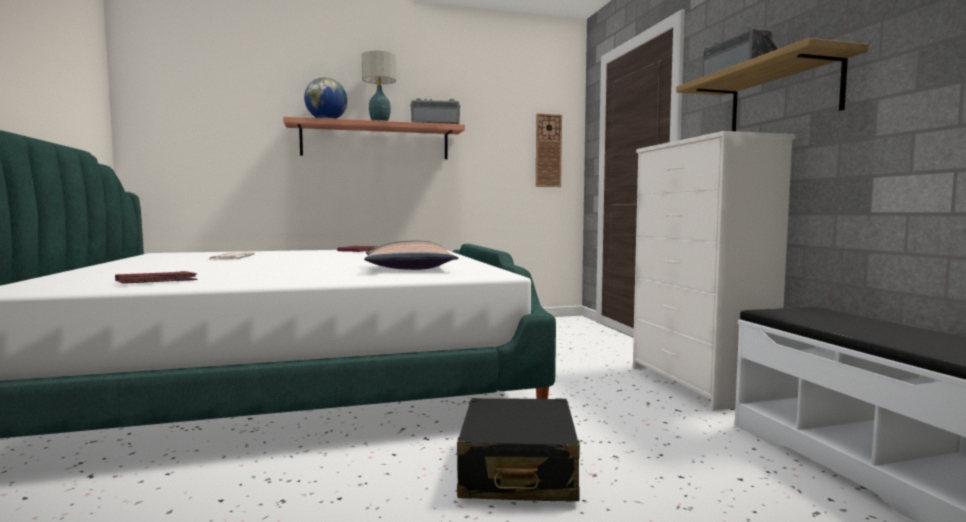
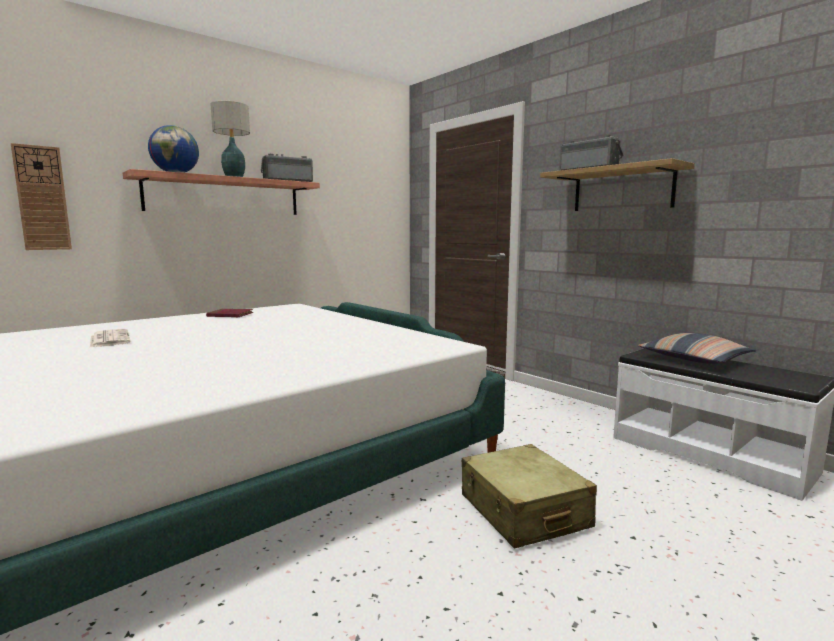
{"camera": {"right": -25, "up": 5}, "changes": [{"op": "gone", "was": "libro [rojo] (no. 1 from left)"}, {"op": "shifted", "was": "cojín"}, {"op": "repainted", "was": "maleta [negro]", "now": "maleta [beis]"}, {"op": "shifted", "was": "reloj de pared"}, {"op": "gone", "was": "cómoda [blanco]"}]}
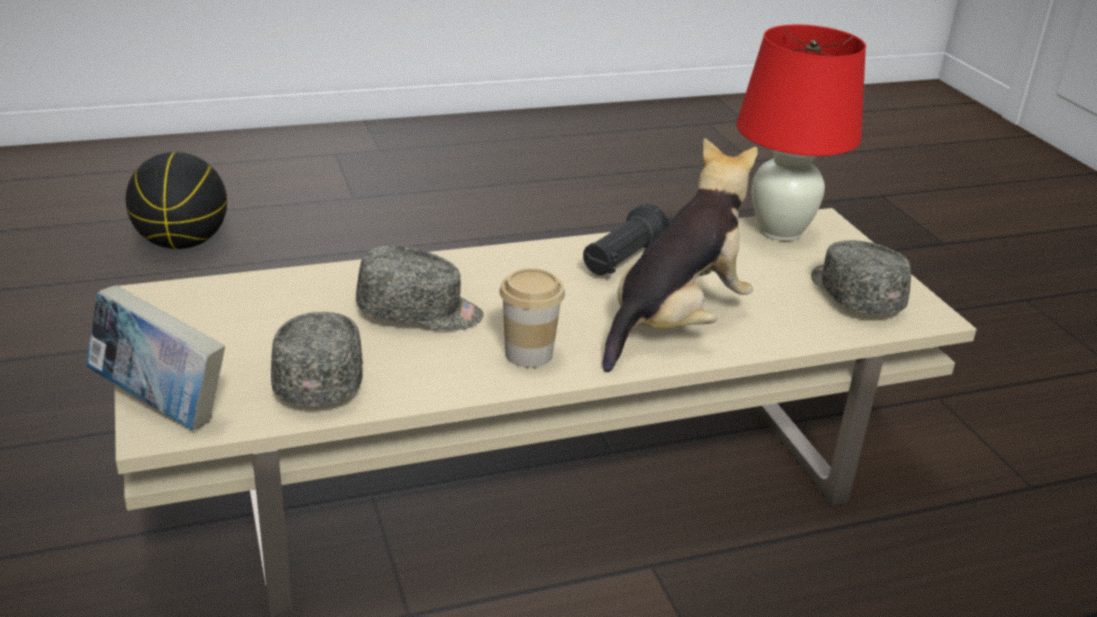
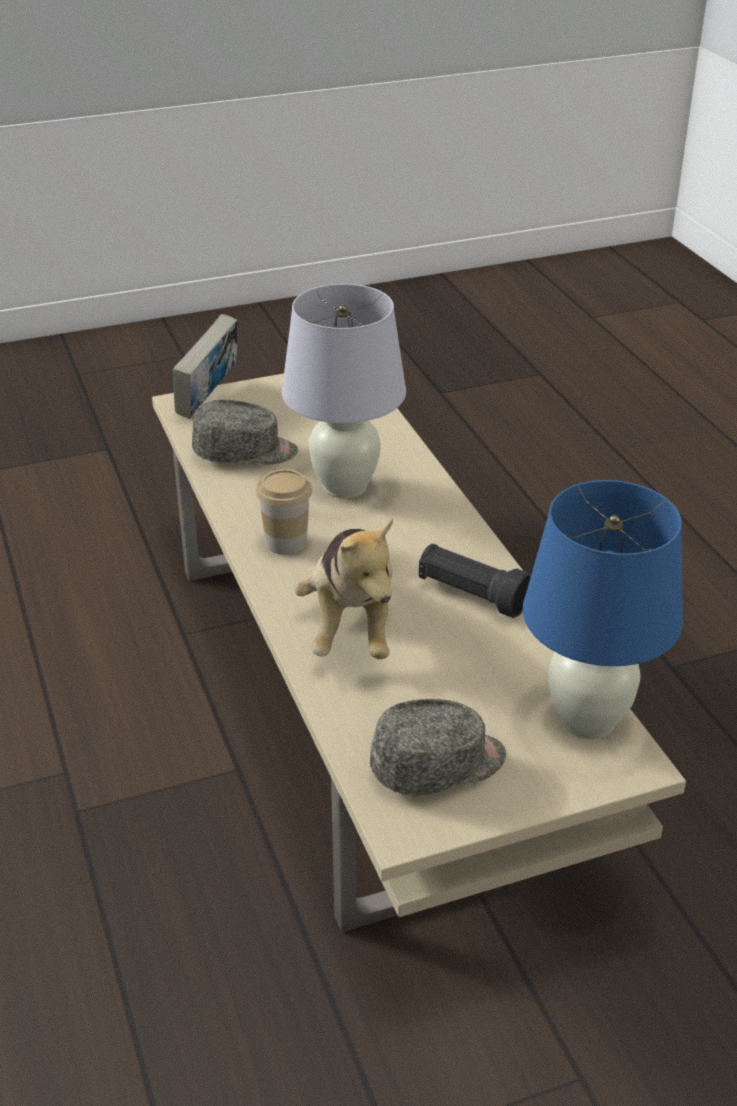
{"camera": {"right": 90, "up": 5}, "changes": [{"op": "gone", "was": "balón de baloncesto"}, {"op": "swapped", "was": "gorra [gris] (no. 2 from left)", "now": "lámpara de mesa [blanco]"}, {"op": "rotated", "was": "peluche", "clockwise": 45}, {"op": "repainted", "was": "lámpara de mesa [rojo]", "now": "lámpara de mesa [azul]"}]}
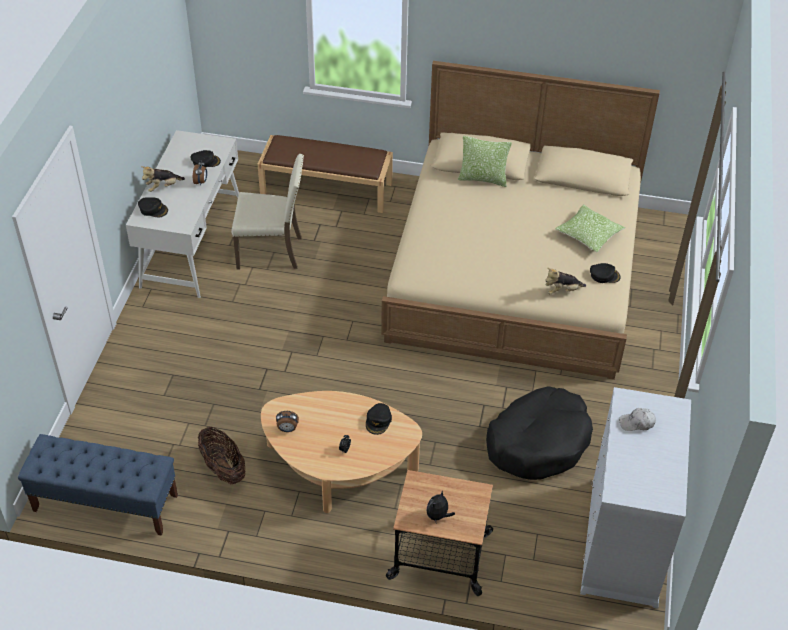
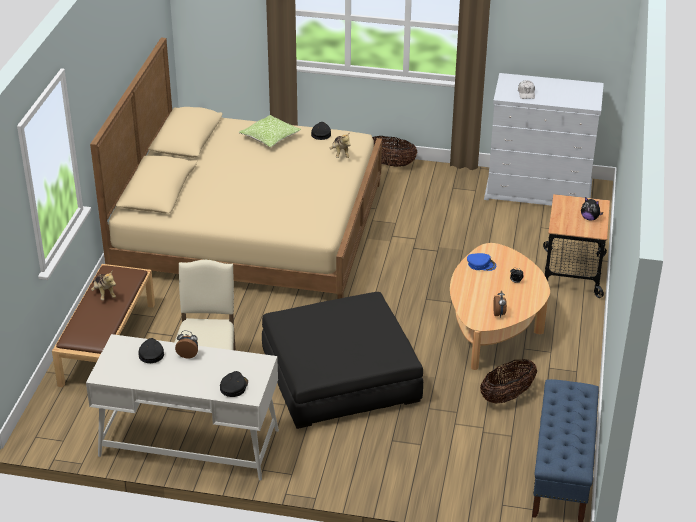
{"camera": {"right": -90, "up": -10}, "changes": [{"op": "shifted", "was": "peluche (no. 1 from left)"}, {"op": "repainted", "was": "gorra [negro] (no. 3 from left)", "now": "gorra [azul]"}, {"op": "gone", "was": "cojín (no. 1 from left)"}, {"op": "gone", "was": "cama para perro [negro]"}, {"op": "new", "now": "puf [negro]"}, {"op": "new", "now": "cesta (no. 1 from left)"}]}
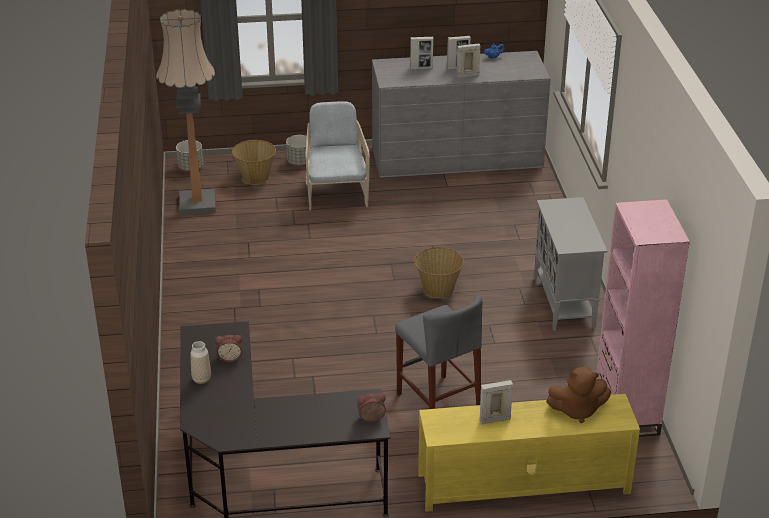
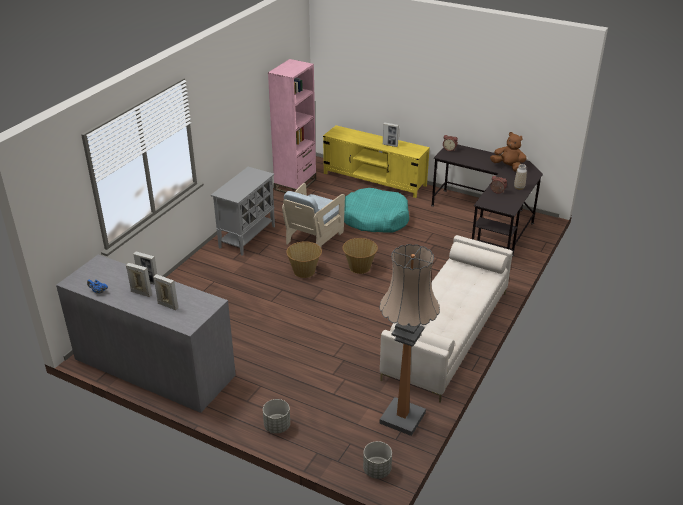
{"camera": {"right": -145, "up": 0}, "changes": [{"op": "shifted", "was": "cesta (no. 1 from left in the first image)", "now": "cesta (no. 2 from left)"}, {"op": "shifted", "was": "sillón [beis]"}, {"op": "swapped", "was": "taburete [gris]", "now": "cama para perro [turquesa]"}, {"op": "shifted", "was": "peluche [marrón]"}, {"op": "new", "now": "sofá [beis]"}]}
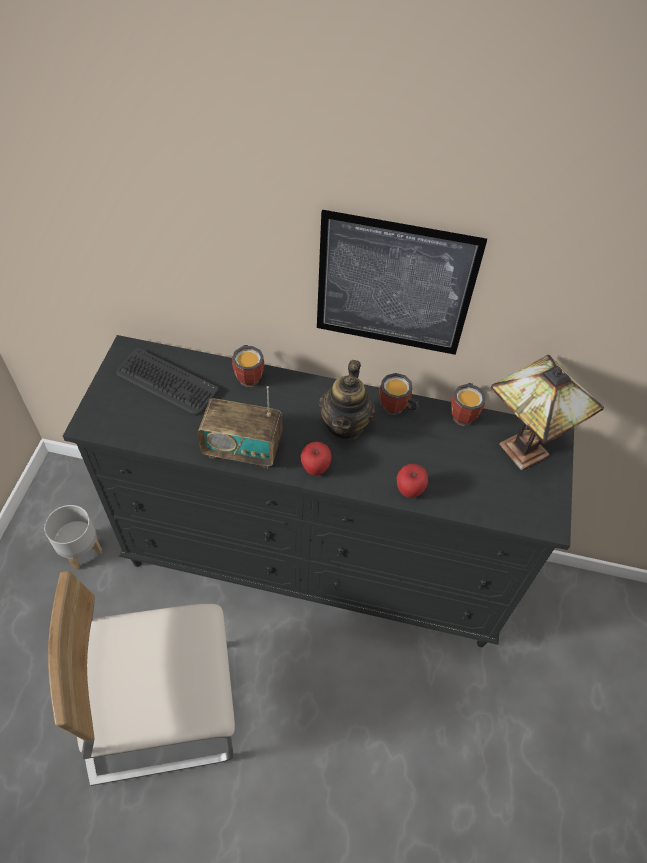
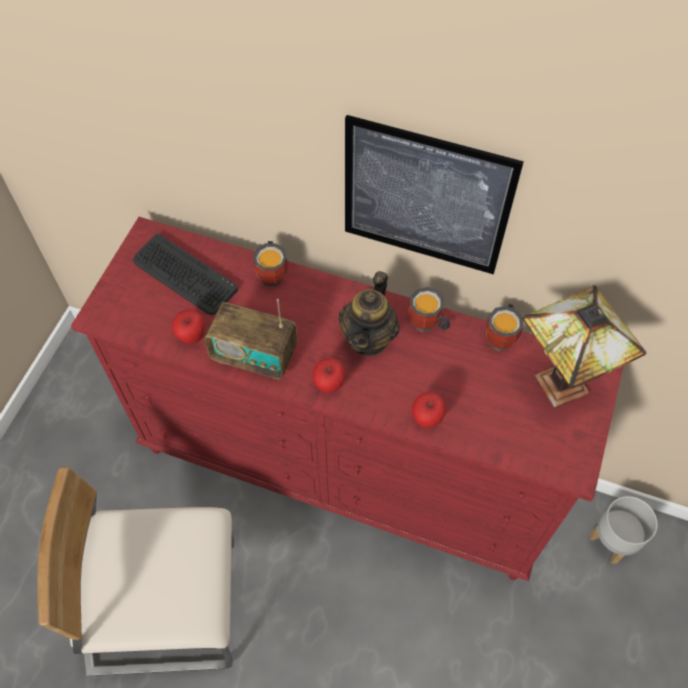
{"camera": {"right": 10, "up": 5}, "changes": [{"op": "shifted", "was": "maceta [gris]"}, {"op": "repainted", "was": "cómoda [negro]", "now": "cómoda [rojo]"}, {"op": "new", "now": "manzana (no. 1 from left)"}]}
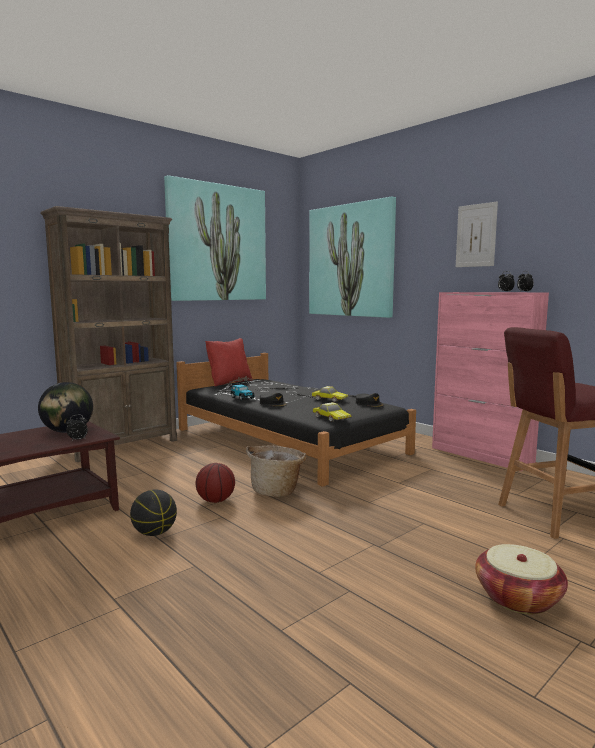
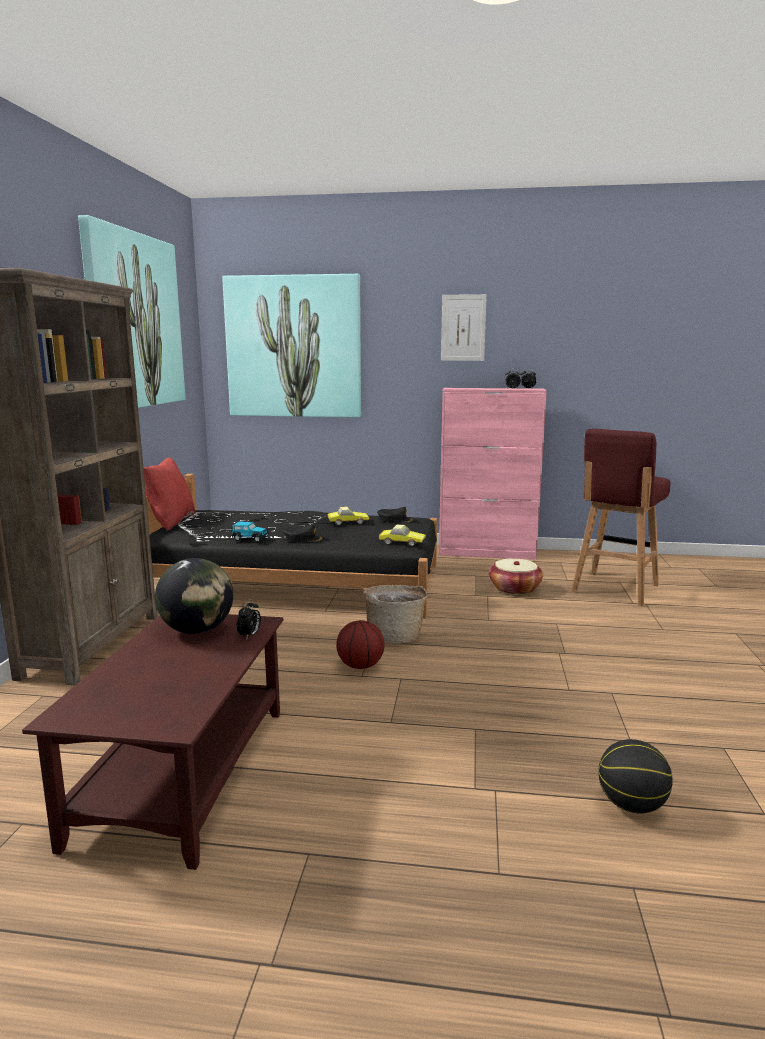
{"camera": {"right": -40, "up": 5}, "changes": [{"op": "shifted", "was": "balón de baloncesto (no. 1 from left in the first image)", "now": "balón de baloncesto (no. 2 from left)"}, {"op": "shifted", "was": "cesta (no. 2 from left)"}]}
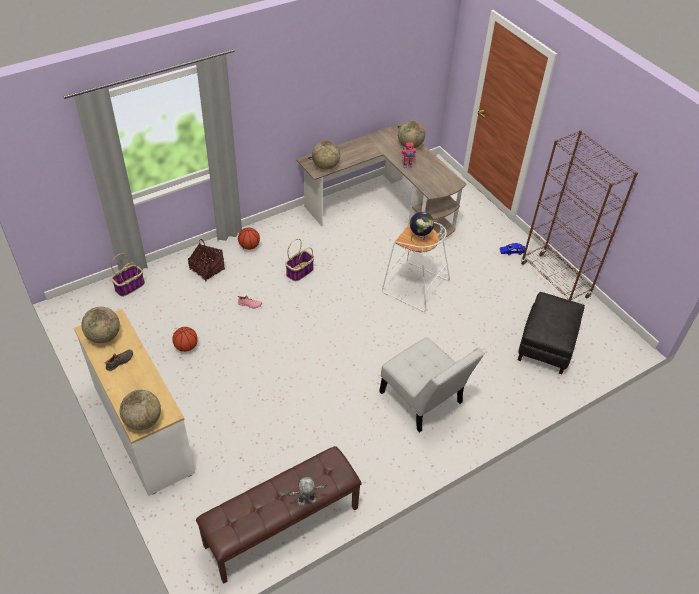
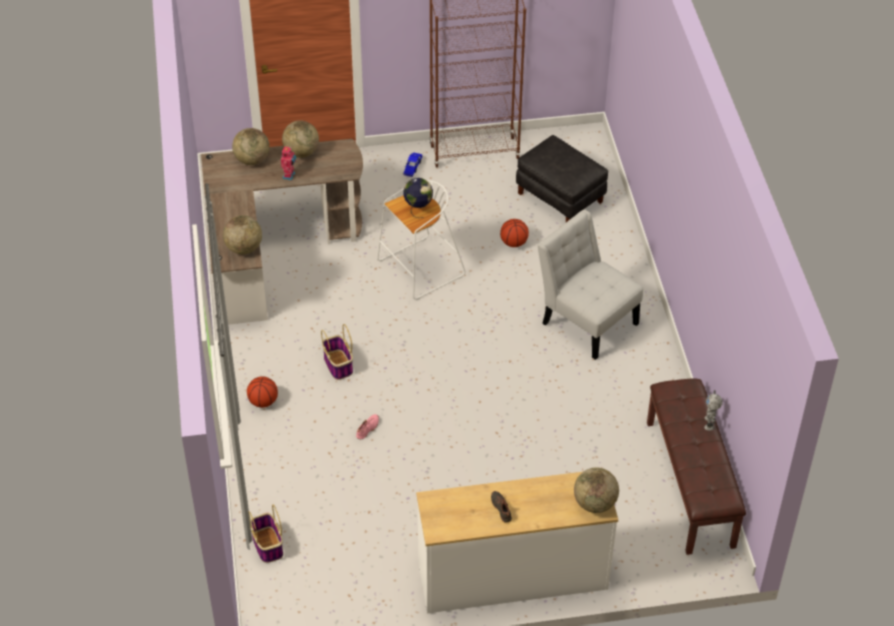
{"camera": {"right": -65, "up": 0}, "changes": [{"op": "shifted", "was": "globo terráqueo (no. 1 from left in the first image)", "now": "globo terráqueo (no. 3 from left)"}, {"op": "shifted", "was": "balón de baloncesto (no. 1 from left in the first image)", "now": "balón de baloncesto (no. 2 from left)"}, {"op": "gone", "was": "cesta (no. 2 from left)"}, {"op": "rotated", "was": "silla [blanco]", "clockwise": -120}]}
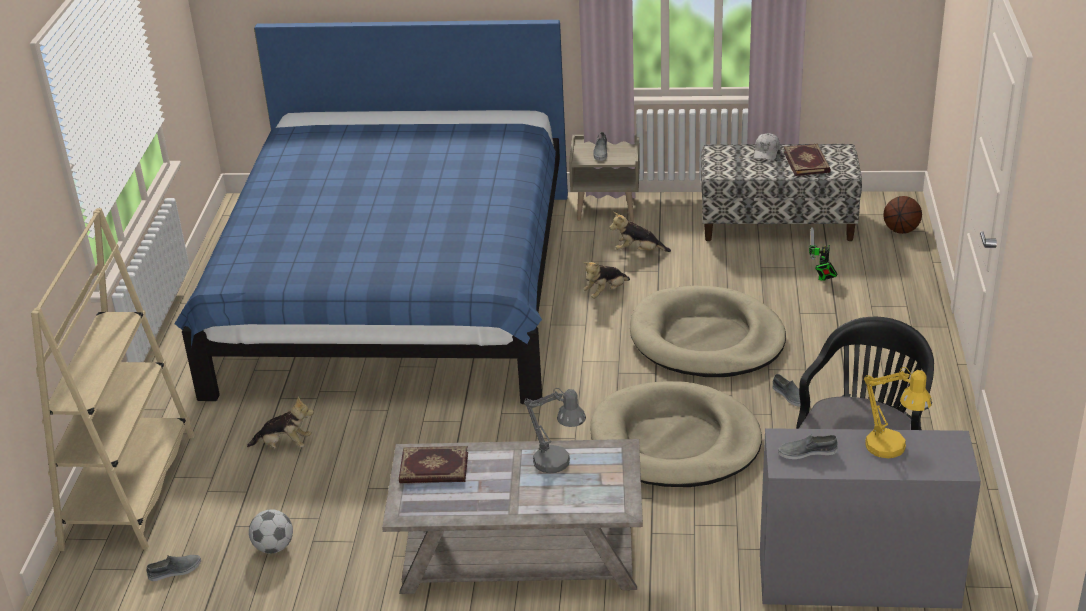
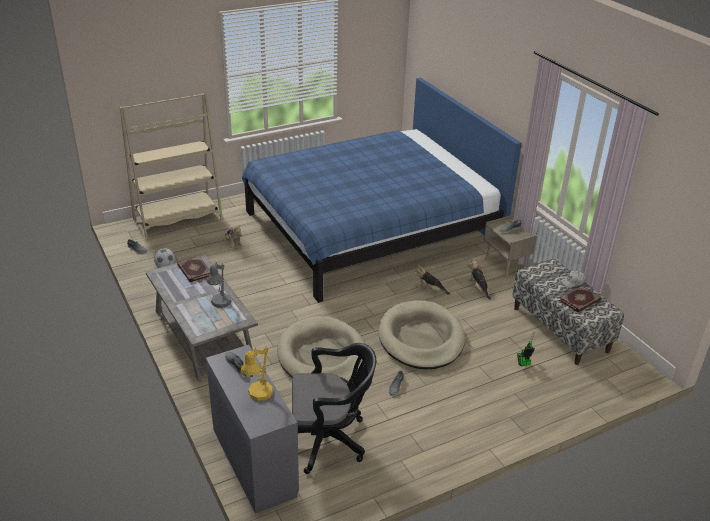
{"camera": {"right": 55, "up": 0}, "changes": [{"op": "gone", "was": "balón de baloncesto"}]}
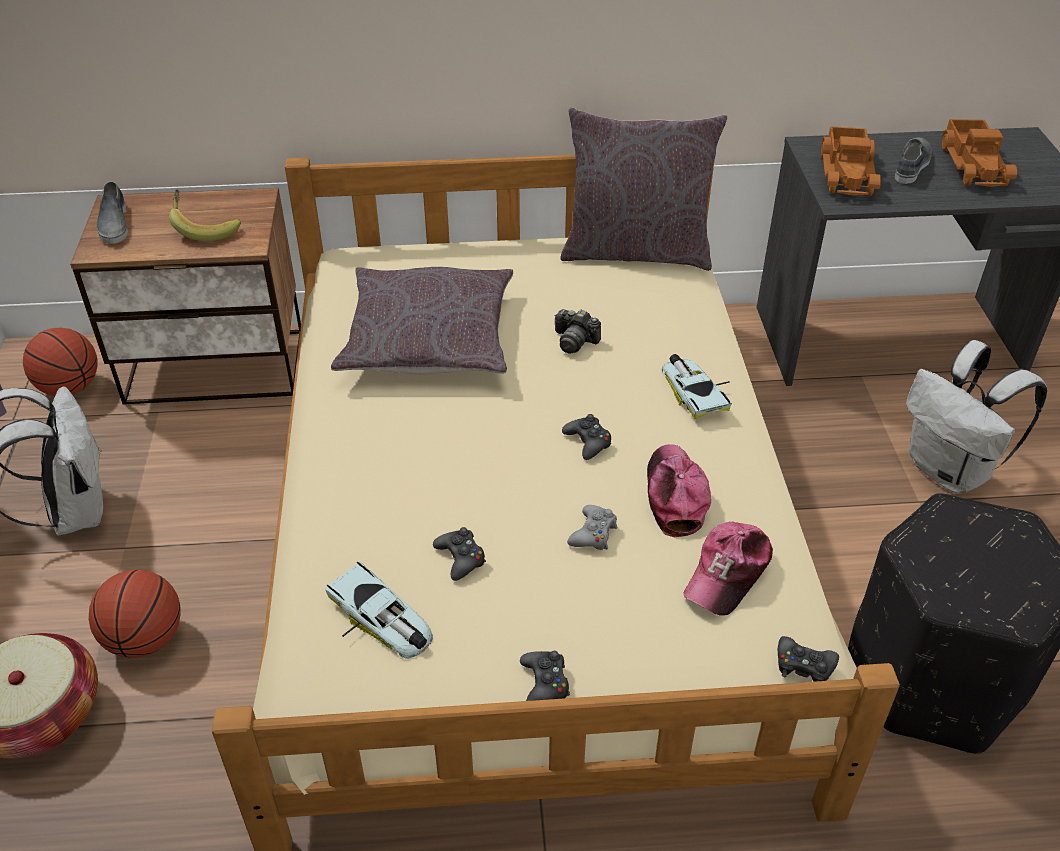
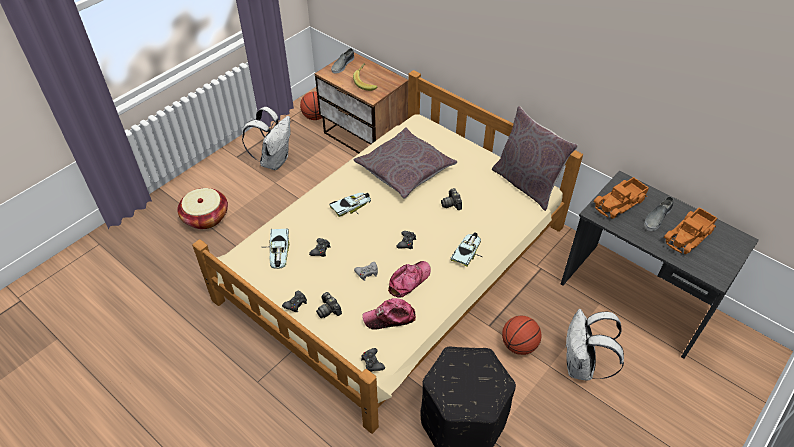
{"camera": {"right": 45, "up": 5}, "changes": [{"op": "shifted", "was": "balón de baloncesto (no. 2 from left)"}, {"op": "rotated", "was": "zapato [gris] (no. 2 from left)", "clockwise": 150}, {"op": "new", "now": "cámara (no. 1 from left)"}, {"op": "new", "now": "coche de juguete (no. 2 from left)"}]}
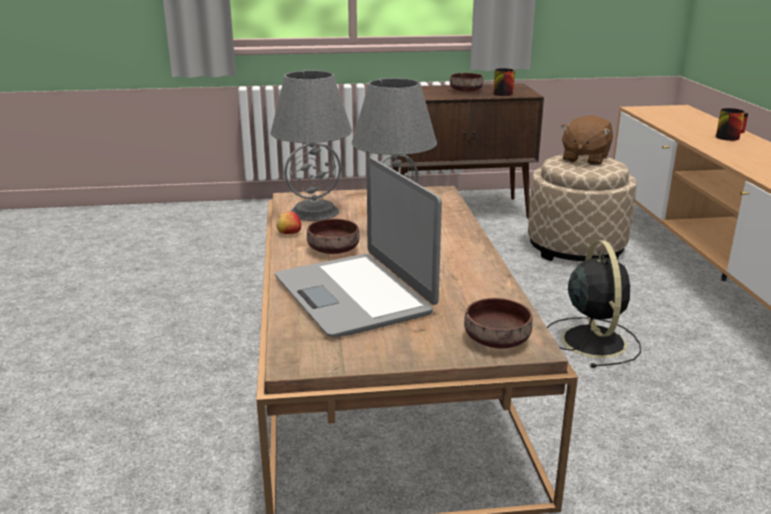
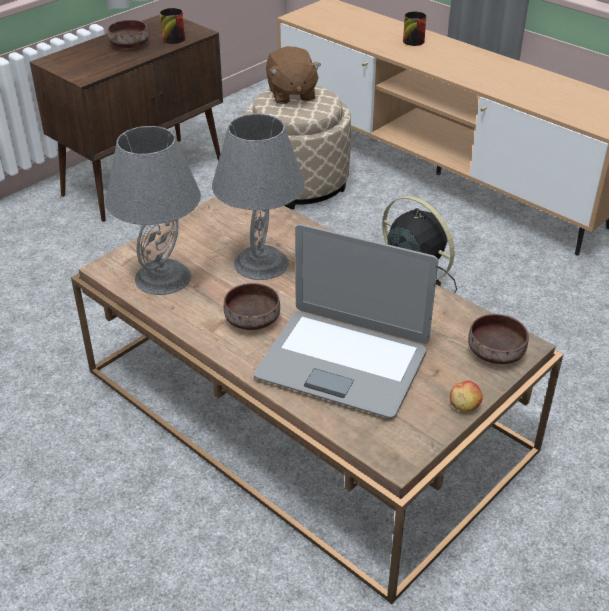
{"camera": {"right": -40, "up": 15}, "changes": [{"op": "shifted", "was": "manzana"}]}
